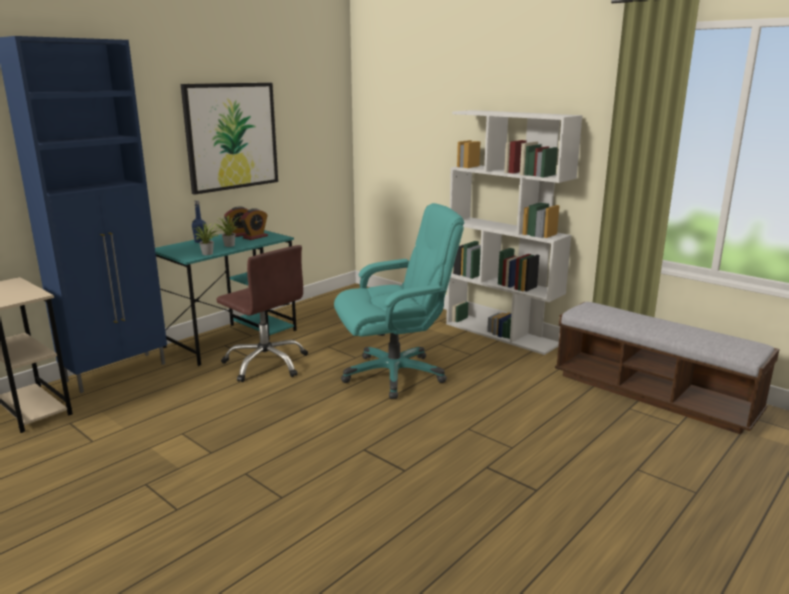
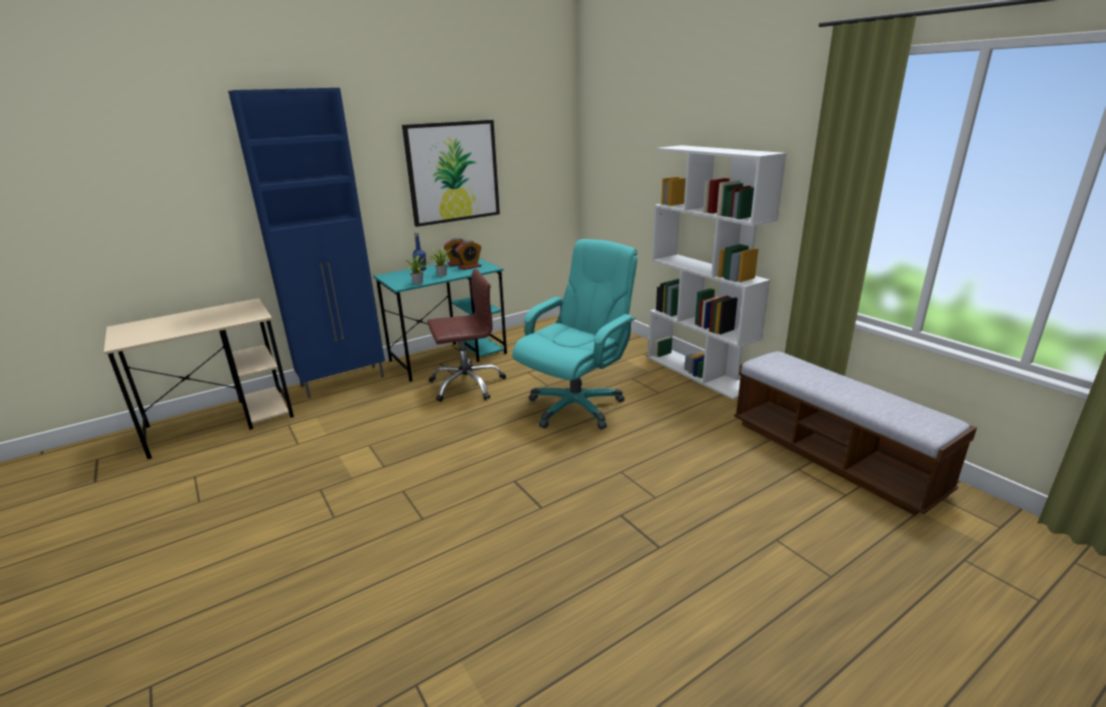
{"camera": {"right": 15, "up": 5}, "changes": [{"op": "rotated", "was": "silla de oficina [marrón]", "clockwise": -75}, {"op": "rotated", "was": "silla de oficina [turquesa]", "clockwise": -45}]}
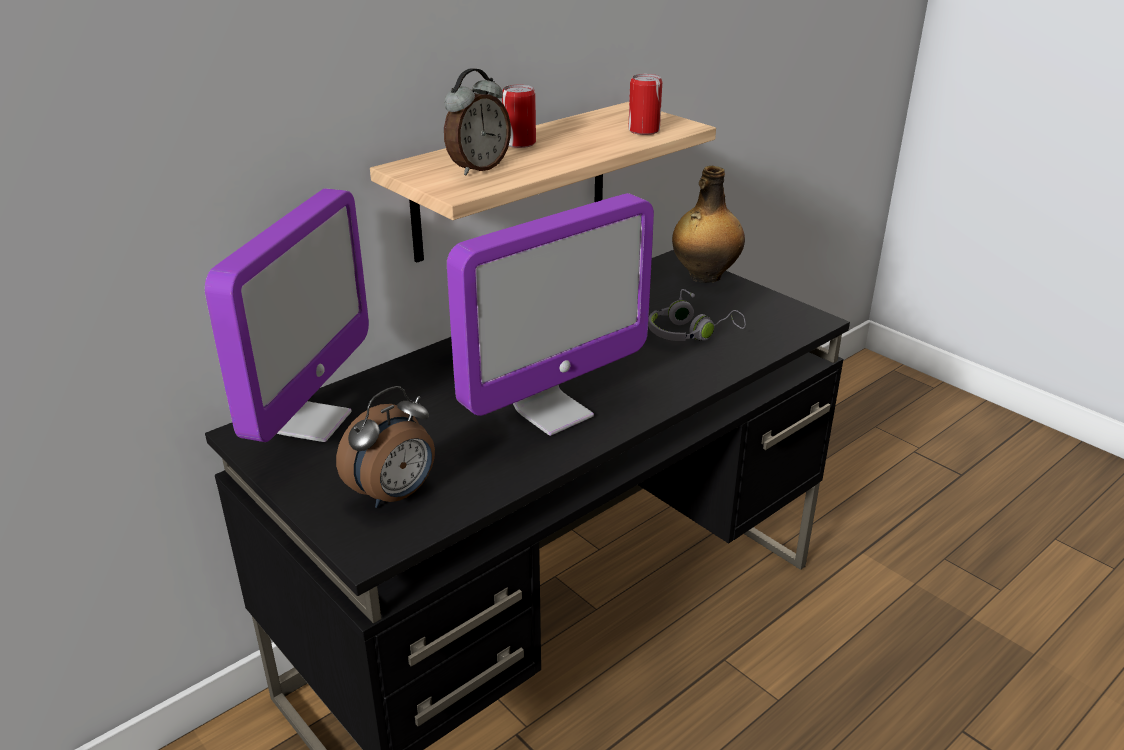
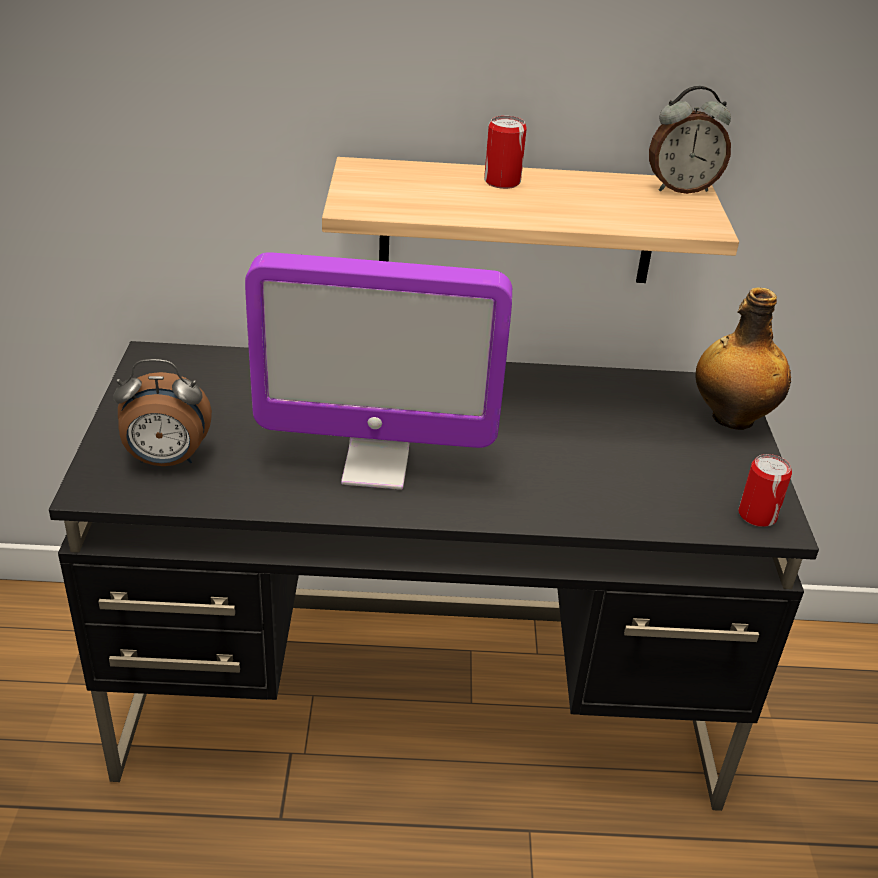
{"camera": {"right": 40, "up": 5}, "changes": [{"op": "gone", "was": "monitor (no. 1 from left)"}, {"op": "shifted", "was": "despertador (no. 2 from left)"}, {"op": "shifted", "was": "lata (no. 2 from left)"}, {"op": "gone", "was": "auriculares [gris]"}]}
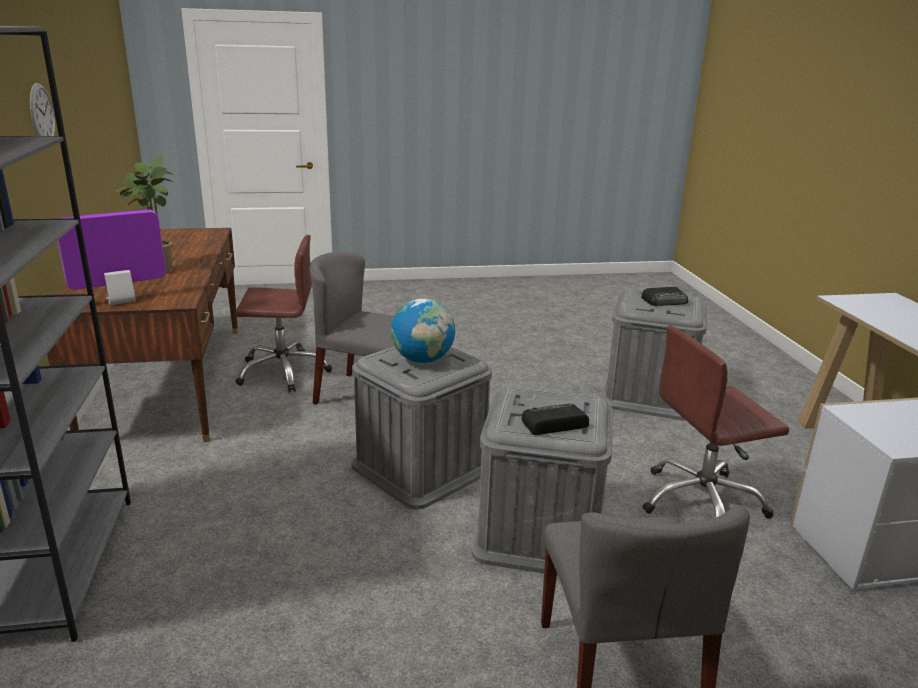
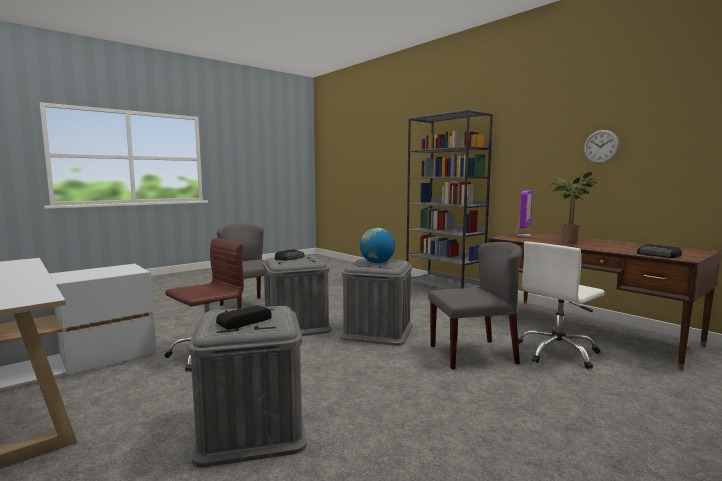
{"camera": {"right": 150, "up": -15}, "changes": [{"op": "repainted", "was": "silla de oficina [marrón] (no. 1 from left)", "now": "silla de oficina [blanco]"}, {"op": "new", "now": "radio (no. 3 from left)"}]}
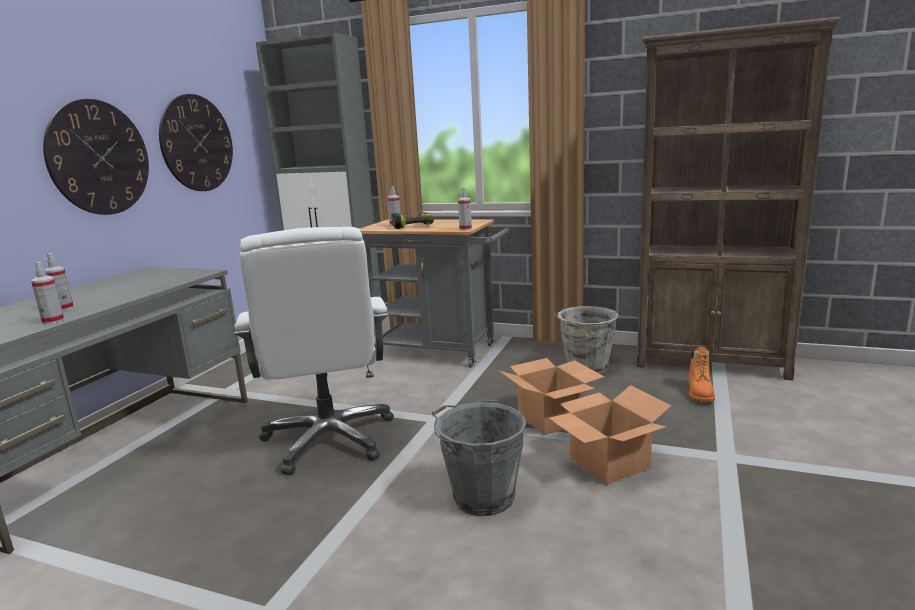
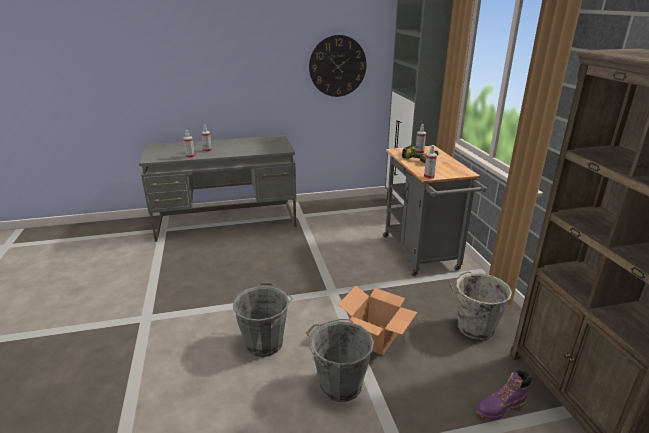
{"camera": {"right": 55, "up": 10}, "changes": [{"op": "gone", "was": "reloj de pared (no. 1 from left)"}, {"op": "gone", "was": "silla de oficina [blanco]"}, {"op": "swapped", "was": "caja de cartón (no. 2 from left)", "now": "cubo [gris] (no. 2 from left)"}, {"op": "repainted", "was": "bota [naranja]", "now": "bota [morado]"}]}
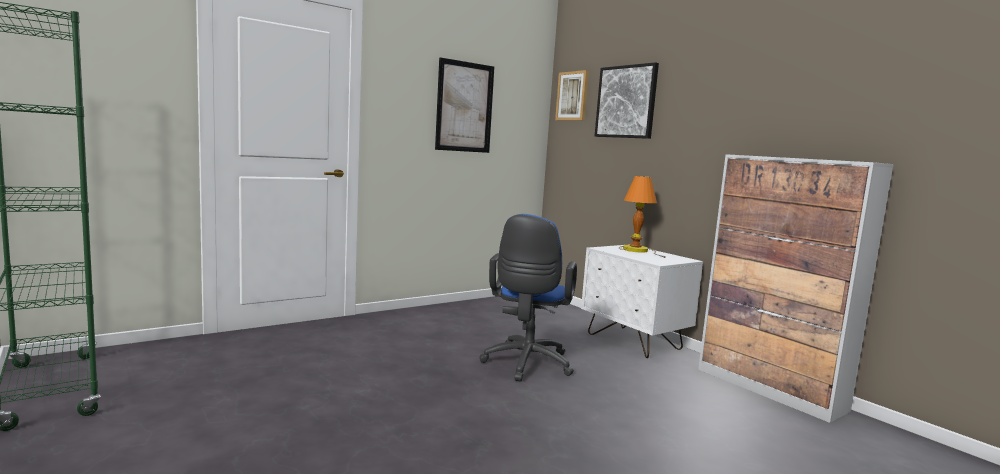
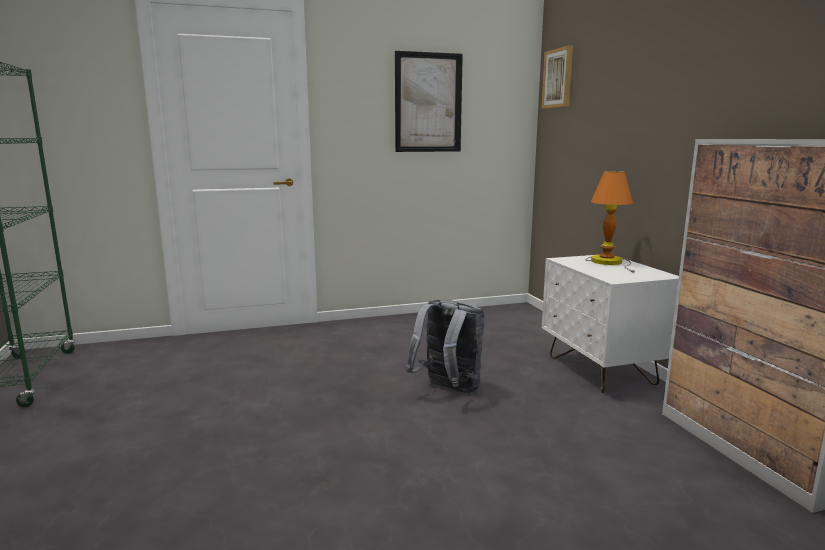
{"camera": {"right": 20, "up": 5}, "changes": [{"op": "swapped", "was": "silla de oficina [azul]", "now": "mochila [gris]"}, {"op": "gone", "was": "cuadro (no. 3 from left)"}]}
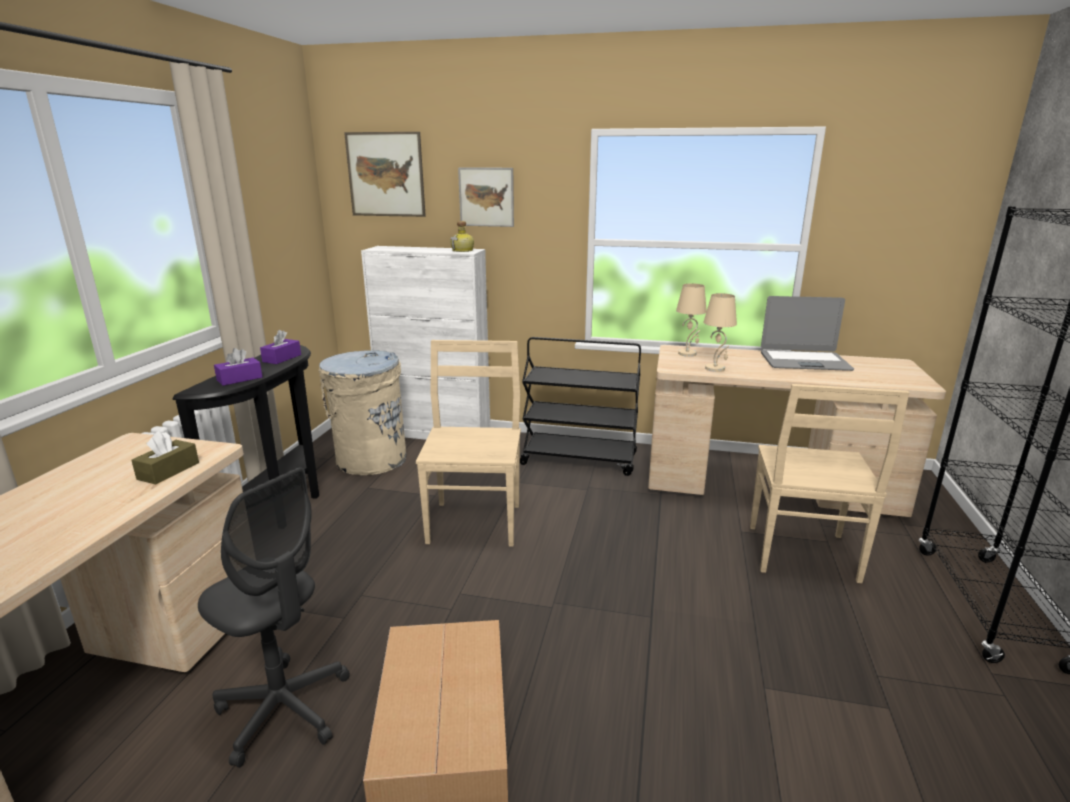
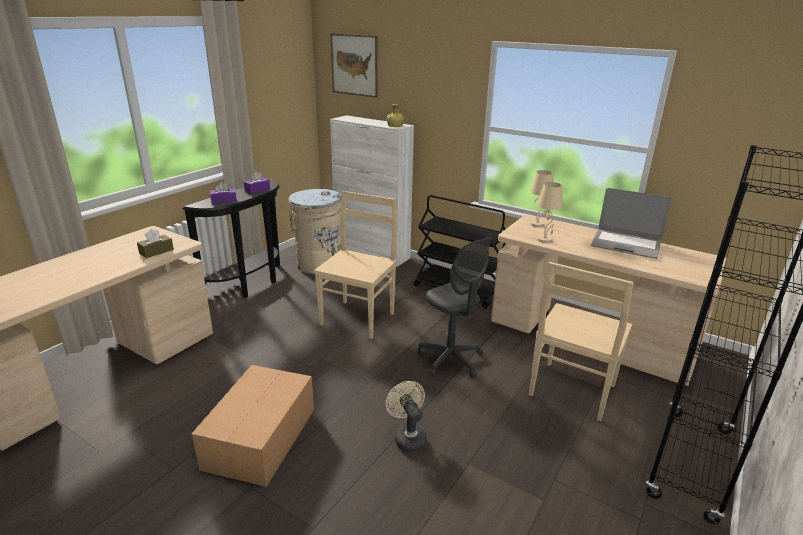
{"camera": {"right": 20, "up": 5}, "changes": [{"op": "shifted", "was": "silla de oficina [gris]"}, {"op": "gone", "was": "cuadro (no. 2 from left)"}, {"op": "new", "now": "ventilador [beis]"}]}
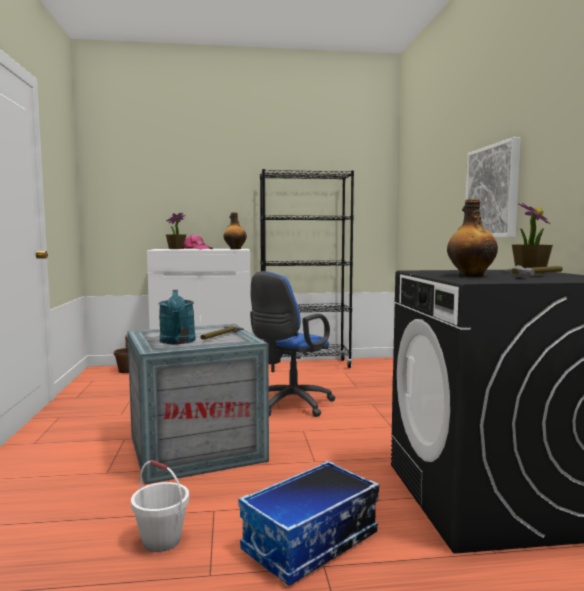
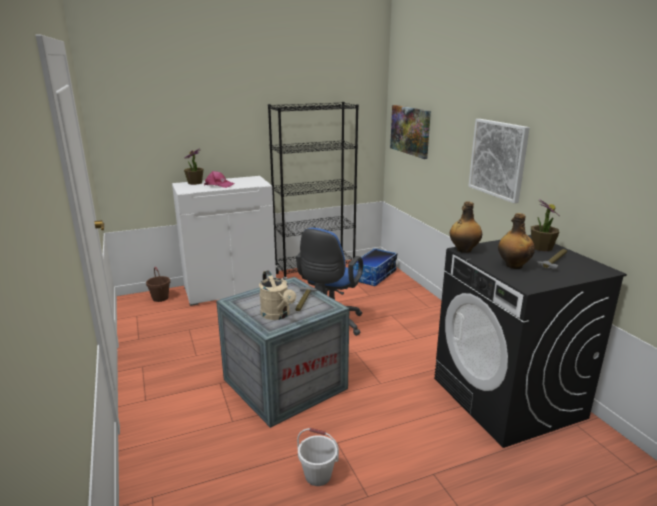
{"camera": {"right": -15, "up": 15}, "changes": [{"op": "repainted", "was": "regadera [turquesa]", "now": "regadera [beis]"}, {"op": "shifted", "was": "botella (no. 1 from left)"}, {"op": "shifted", "was": "caja de almacenaje"}, {"op": "new", "now": "cuadro (no. 1 from left)"}]}
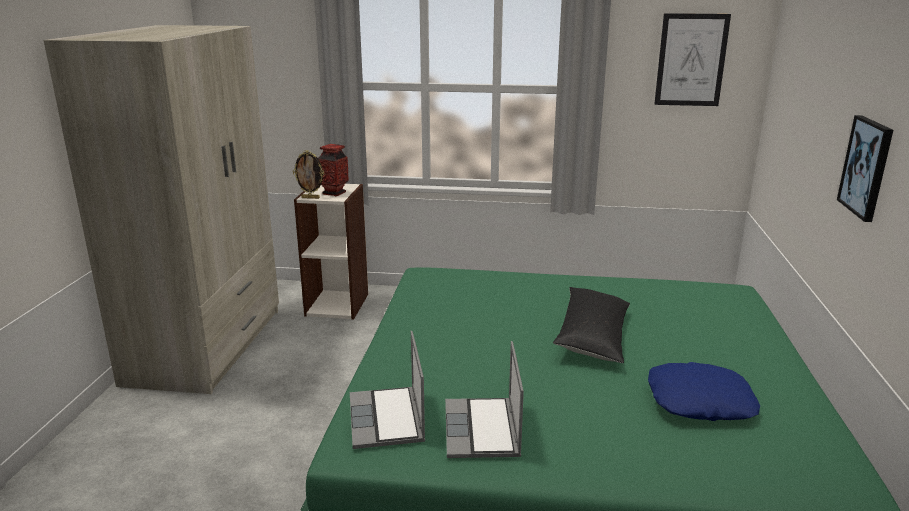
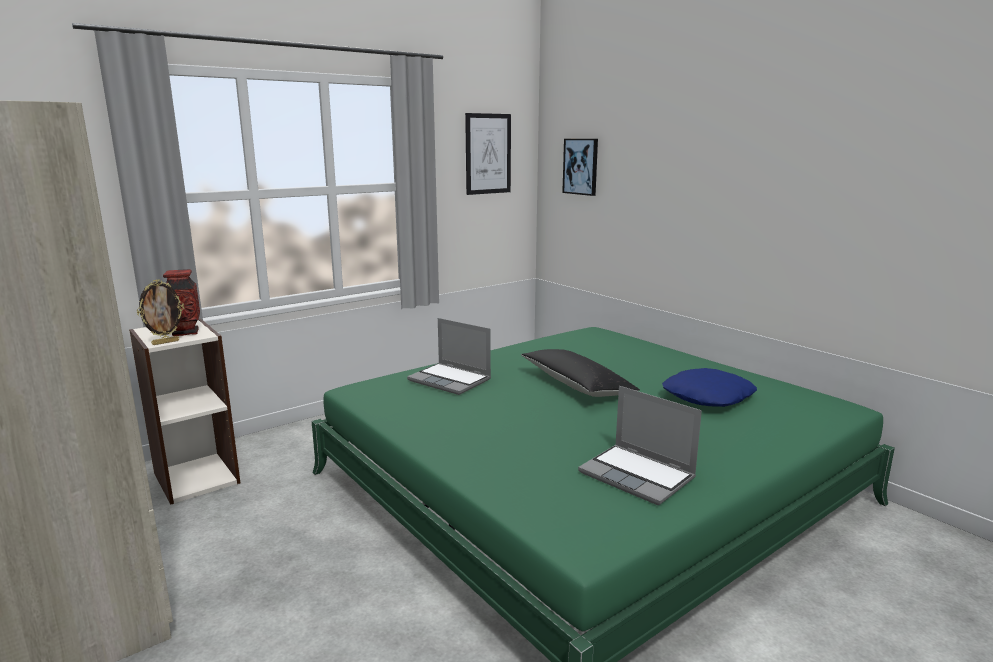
{"camera": {"right": -45, "up": -5}, "changes": [{"op": "shifted", "was": "portátil (no. 1 from left)"}, {"op": "shifted", "was": "cuadro (no. 2 from left)"}]}
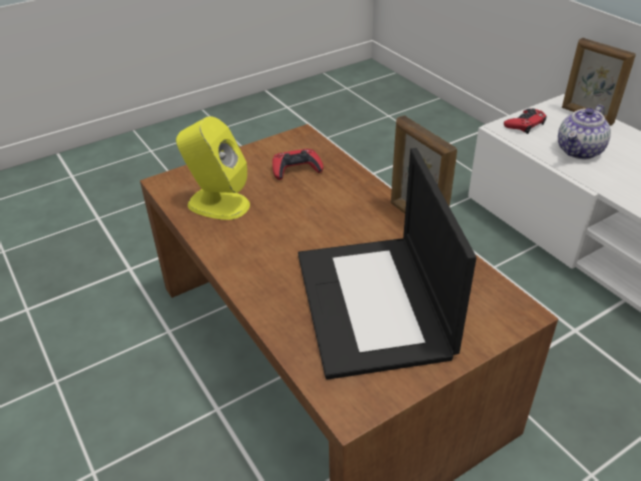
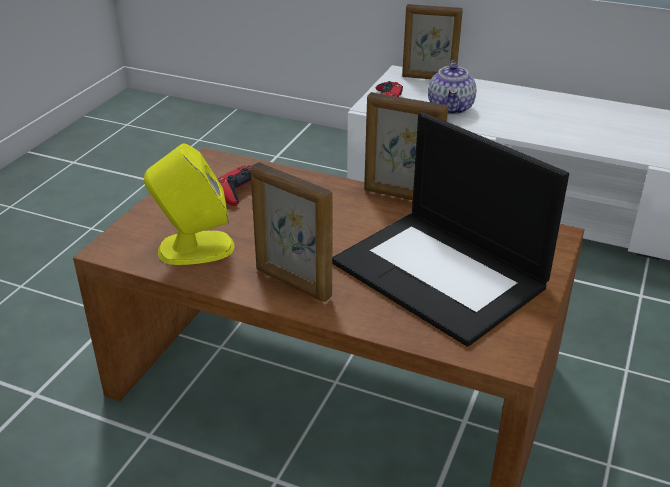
{"camera": {"right": -35, "up": -5}, "changes": [{"op": "new", "now": "portarretratos (no. 1 from left)"}]}
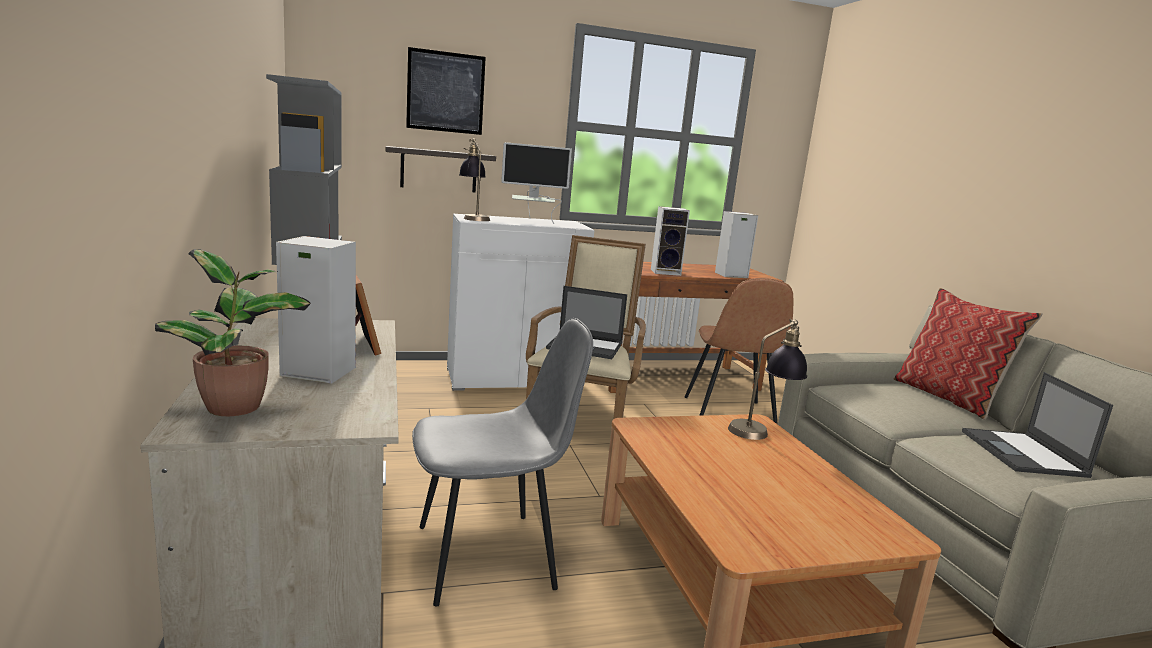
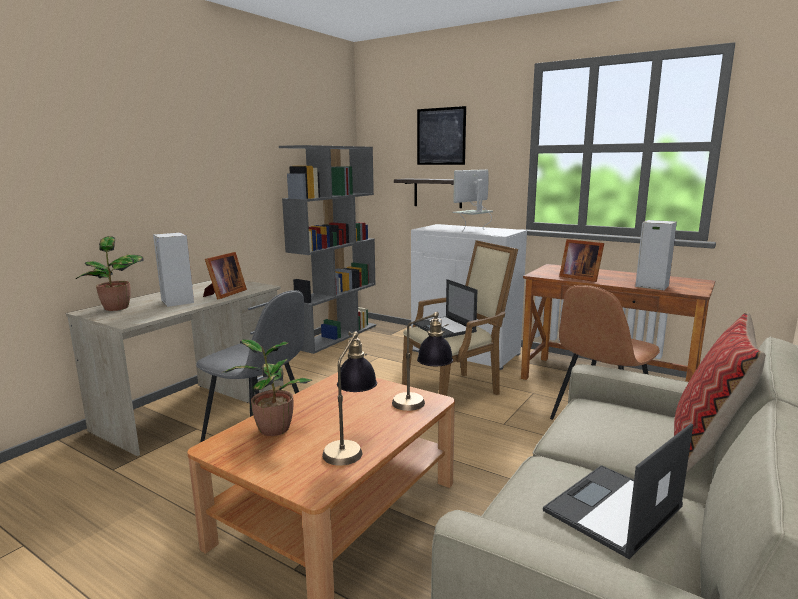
{"camera": {"right": 50, "up": 0}, "changes": [{"op": "shifted", "was": "lámpara de mesa (no. 1 from left)"}, {"op": "rotated", "was": "monitor", "clockwise": 90}, {"op": "swapped", "was": "altavoz (no. 2 from left)", "now": "portarretratos (no. 2 from left)"}, {"op": "new", "now": "planta en maceta (no. 2 from left)"}]}
